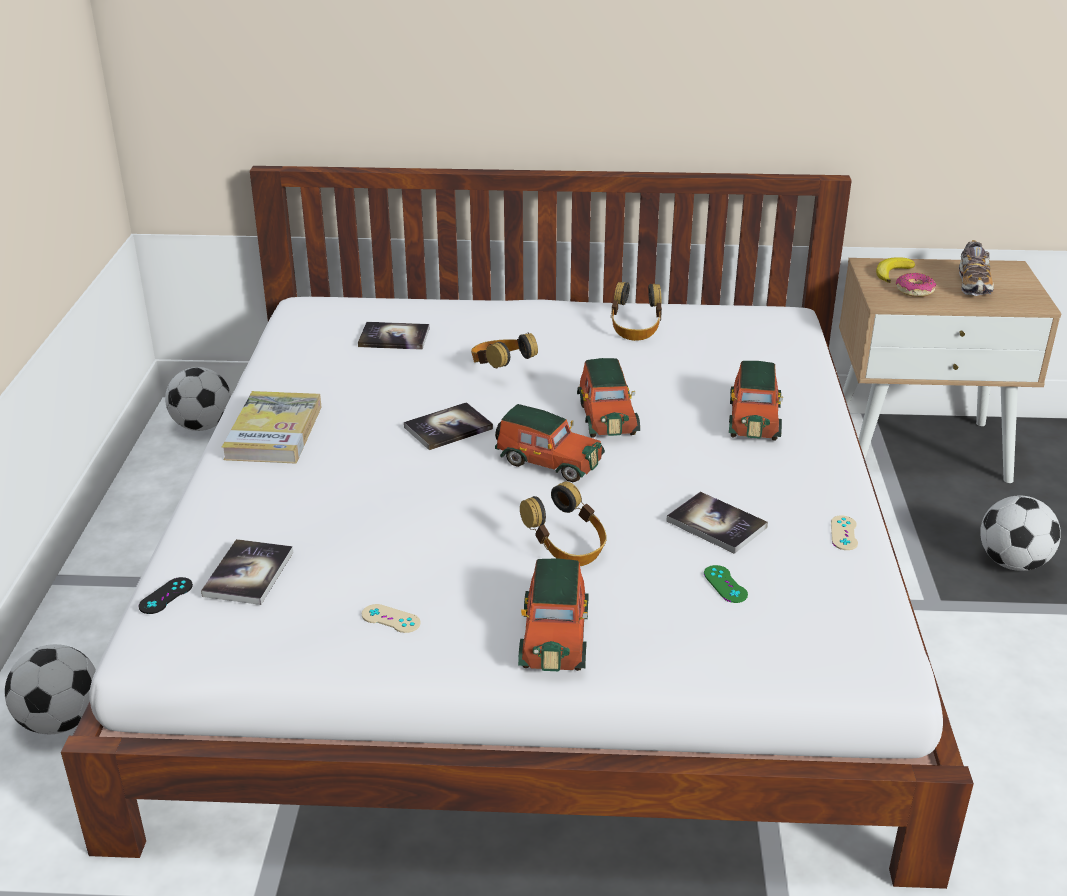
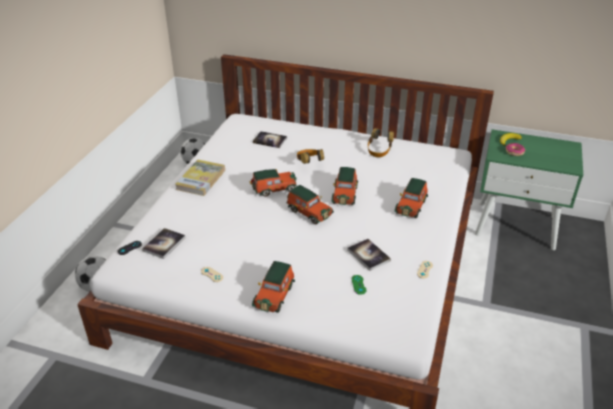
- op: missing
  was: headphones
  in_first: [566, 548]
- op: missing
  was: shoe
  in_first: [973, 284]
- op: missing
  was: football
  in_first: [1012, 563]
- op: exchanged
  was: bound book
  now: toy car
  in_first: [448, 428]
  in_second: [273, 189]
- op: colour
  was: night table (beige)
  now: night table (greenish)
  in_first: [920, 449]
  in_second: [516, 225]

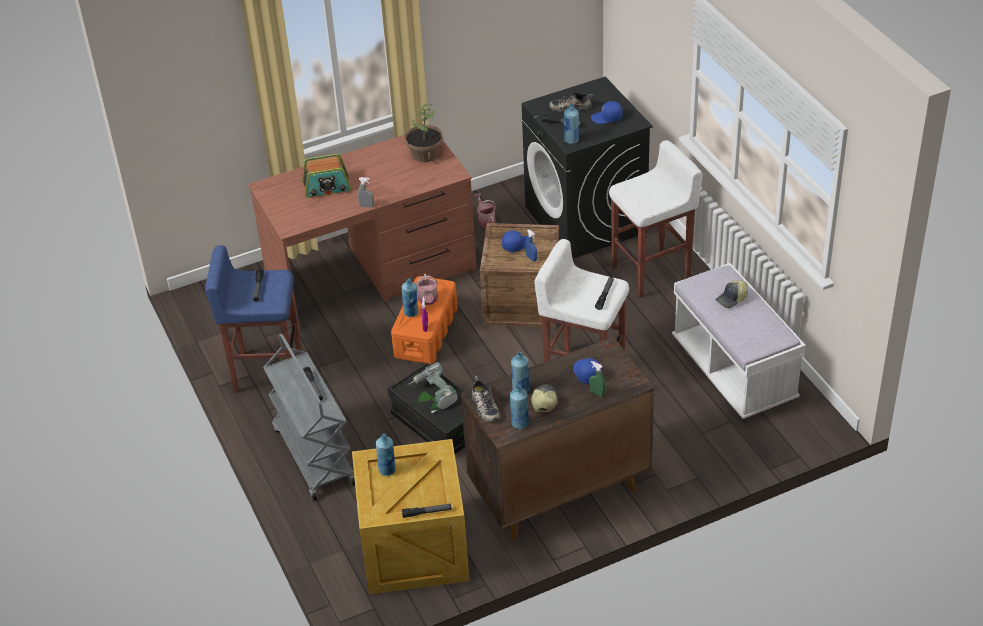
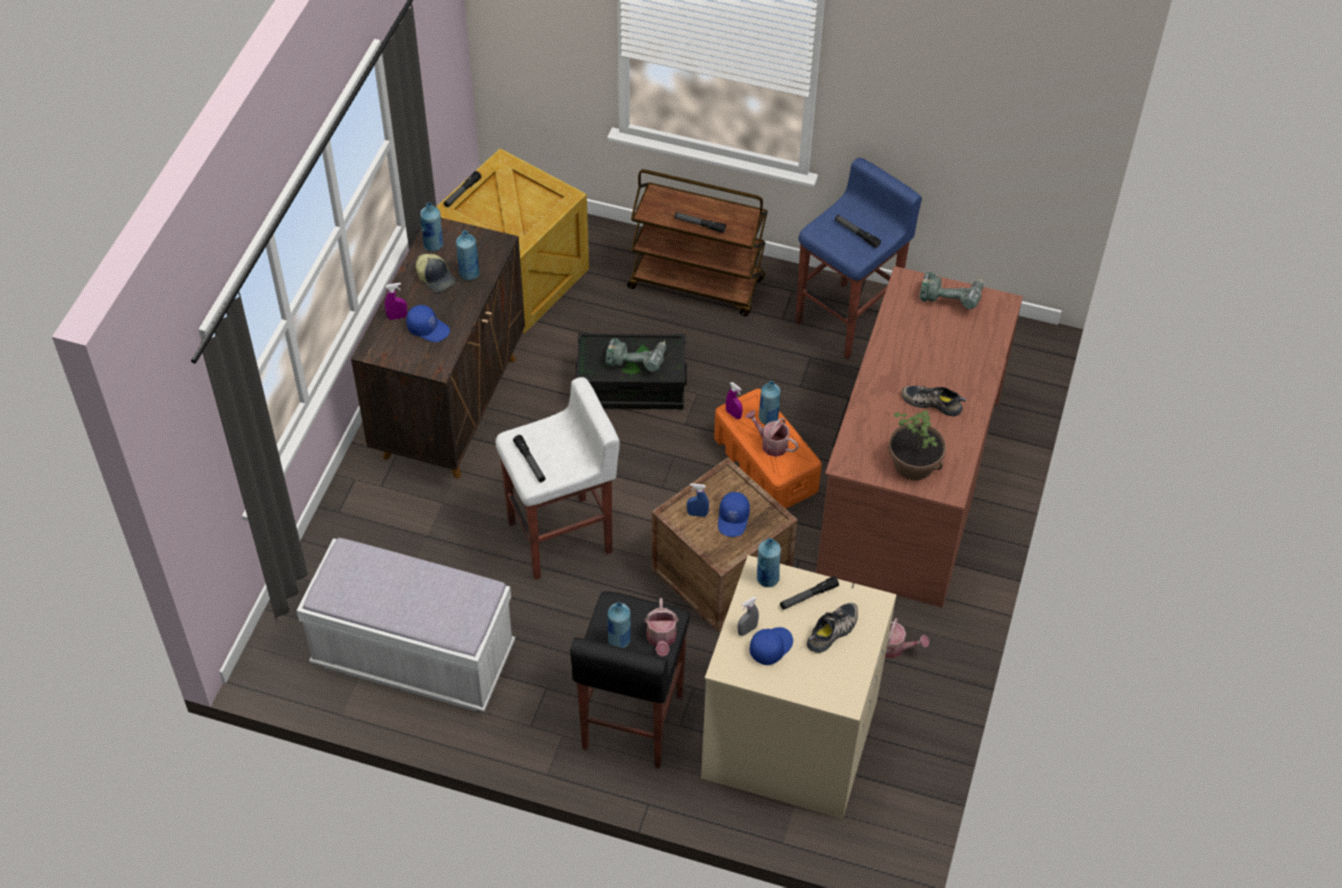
- op: missing
  was: radio set
  in_first: [327, 187]
- op: missing
  was: peaked cap
  in_first: [732, 299]
- op: appeared
  now: watering can
  in_second: [661, 639]
- op: appeared
  now: drill
  in_second: [950, 297]
- op: relocated
  was: sprayer (greyish)
  in_first: [367, 206]
  in_second: [747, 630]
- op: relocated
  was: drink bottle (blue-coloured)
  in_first: [387, 470]
  in_second: [619, 640]
- op: relocated
  was: shoe
  in_first: [484, 406]
  in_second: [932, 402]
- op: colour
  was: wheeled cart (greyish)
  now: wheeled cart (brown)
  in_first: [313, 455]
  in_second: [697, 284]
- op: colour
  was: laundry machine (blackish)
  now: laundry machine (beige)
  in_first: [586, 220]
  in_second: [788, 740]
- op: colour
  was: sprayer (greenish)
  now: sprayer (purple-coloured)
  in_first: [597, 393]
  in_second: [397, 317]
- op: colour
  was: stool (white-coloured)
  now: stool (blackish)
  in_first: [652, 272]
  in_second: [631, 722]

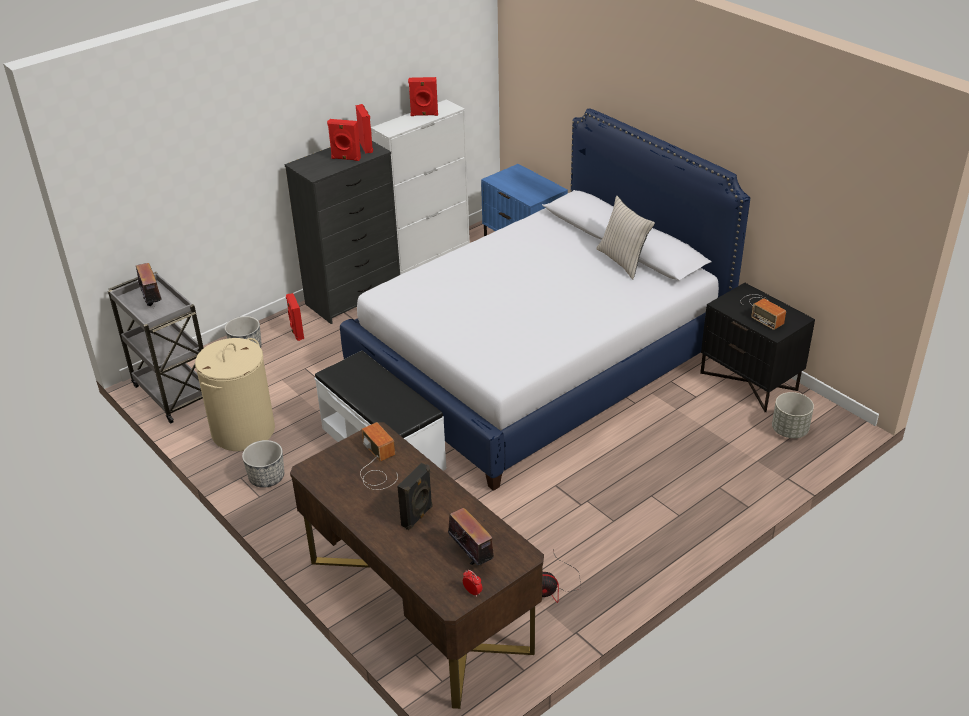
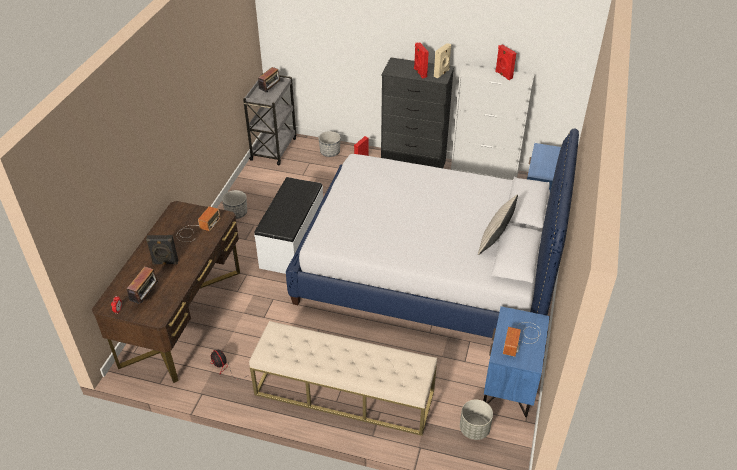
- op: missing
  was: laundry basket (beige)
  in_first: [243, 431]
- op: appeared
  now: long seat (beige)
  in_second: [344, 393]
- op: colour
  was: speaker (reddish)
  now: speaker (beige)
  in_first: [366, 146]
  in_second: [442, 73]
- op: colour
  was: night table (blackish)
  now: night table (blue-coloured)
  in_first: [749, 381]
  in_second: [510, 384]

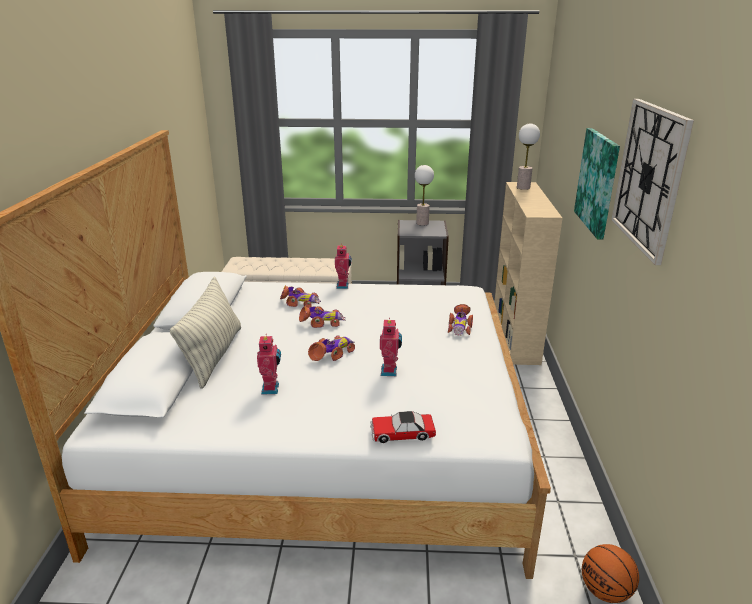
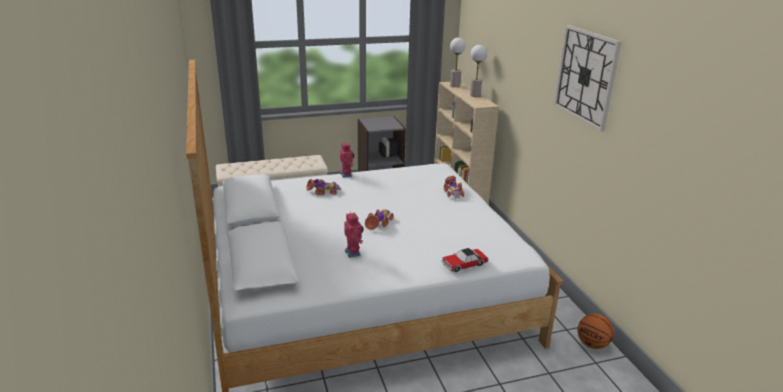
- op: missing
  was: pillow
  in_first: [214, 355]
- op: missing
  was: toy car
  in_first: [322, 322]
- op: missing
  was: model robot
  in_first: [390, 371]
- op: missing
  was: wall picture
  in_first: [598, 182]
- op: relocated
  was: tabletop lamp
  in_first: [422, 223]
  in_second: [475, 95]

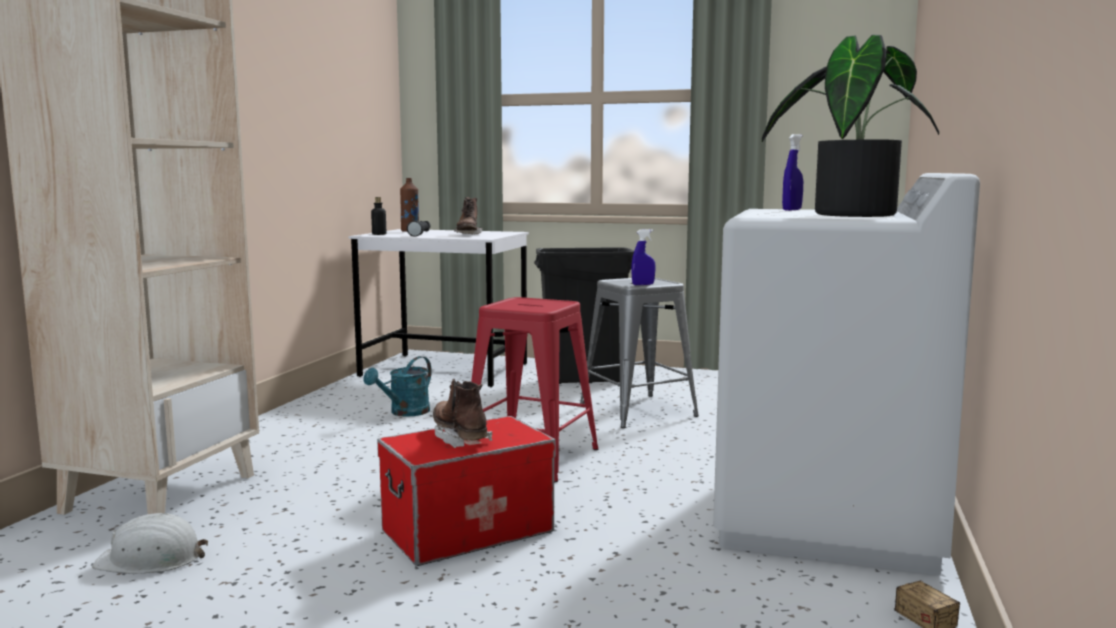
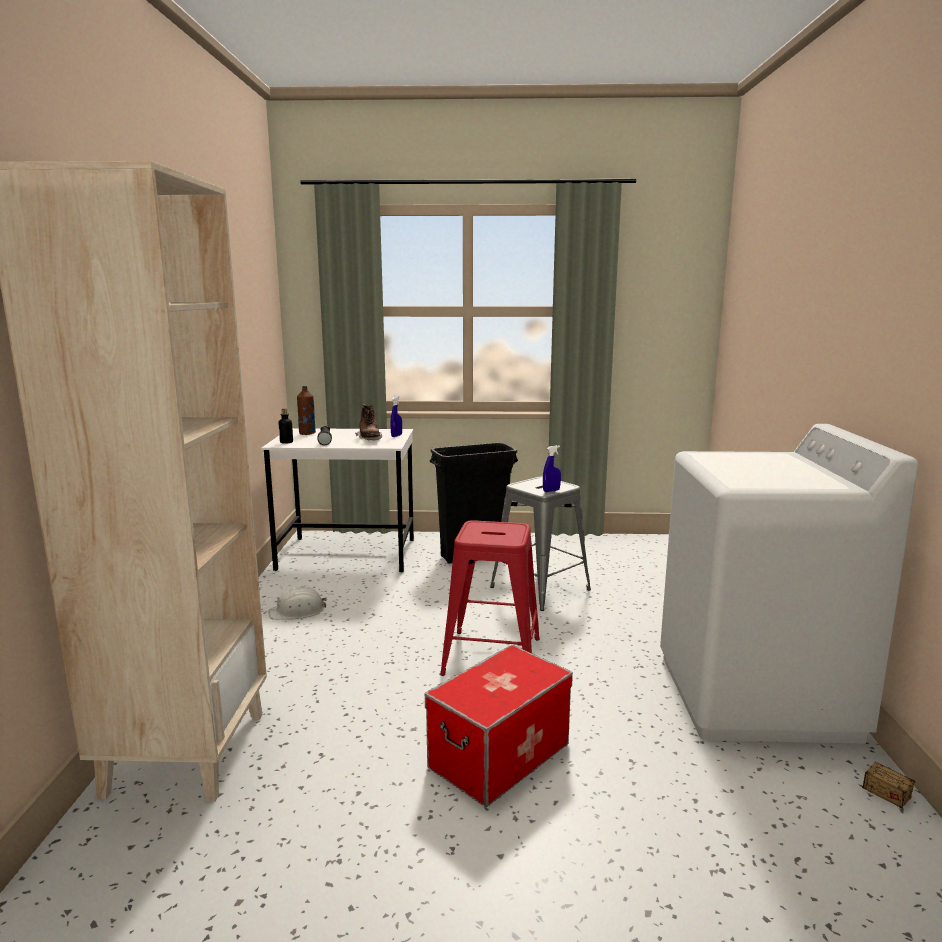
- op: missing
  was: watering can (turquoise-coloured)
  in_first: [404, 413]
- op: missing
  was: tall boot (brown)
  in_first: [460, 438]
- op: missing
  was: potted plant
  in_first: [848, 214]
- op: relocated
  was: hard hat (white-coloured)
  in_first: [151, 559]
  in_second: [297, 611]
- op: relocated
  was: sprayer (blue-coloured)
  in_first: [792, 210]
  in_second: [396, 436]

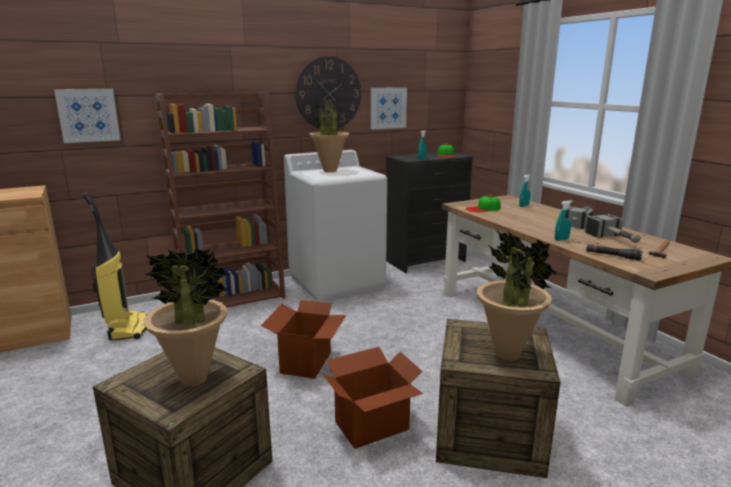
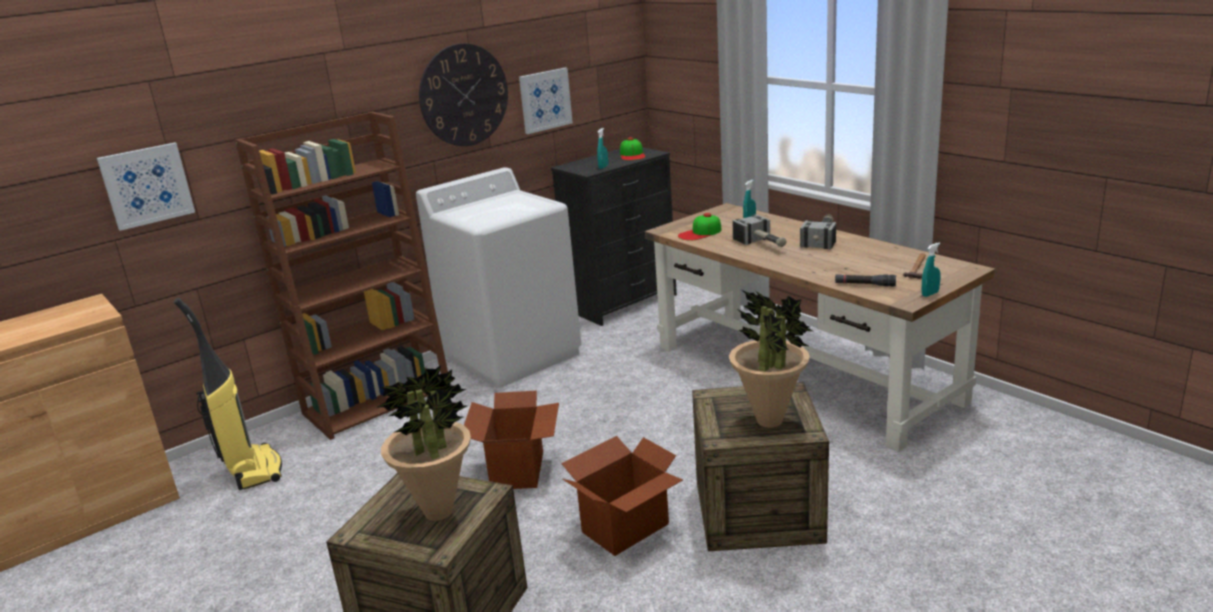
- op: missing
  was: potted plant
  in_first: [330, 171]
- op: relocated
  was: sprayer (turquoise-coloured)
  in_first: [561, 239]
  in_second: [930, 294]
- op: relocated
  was: hand hammer
  in_first: [614, 239]
  in_second: [762, 244]

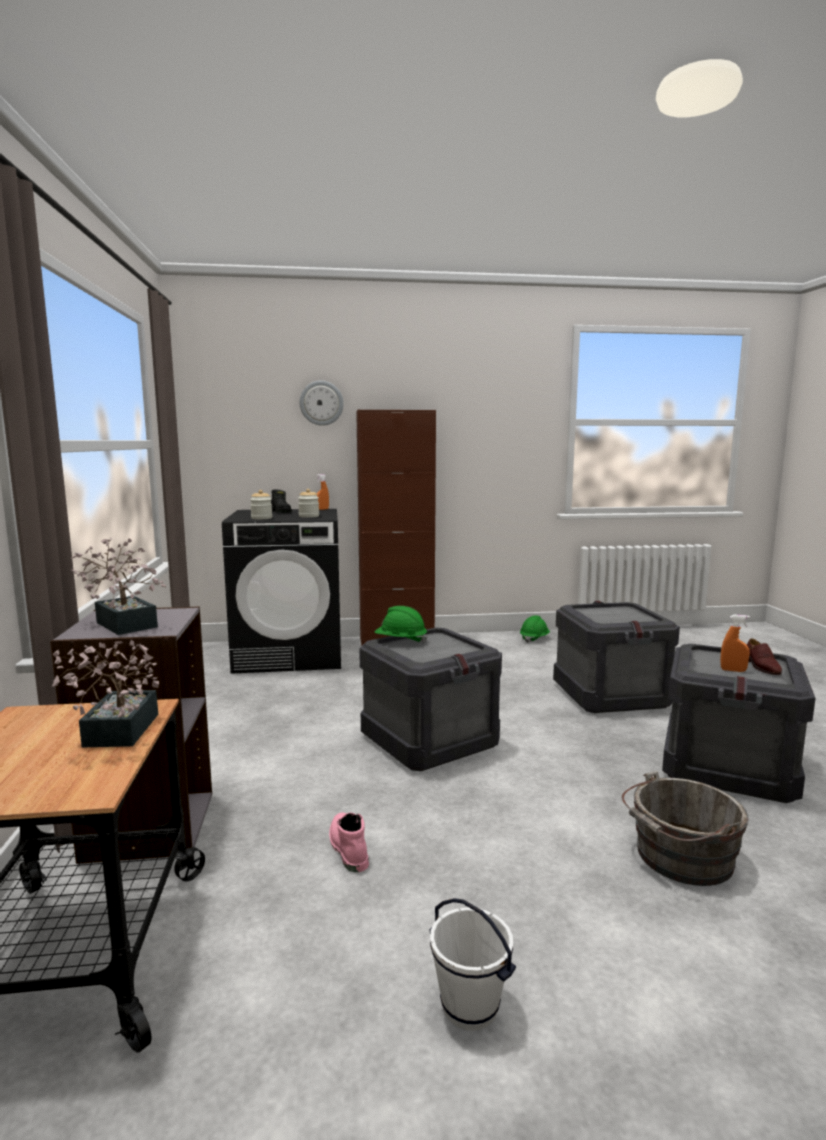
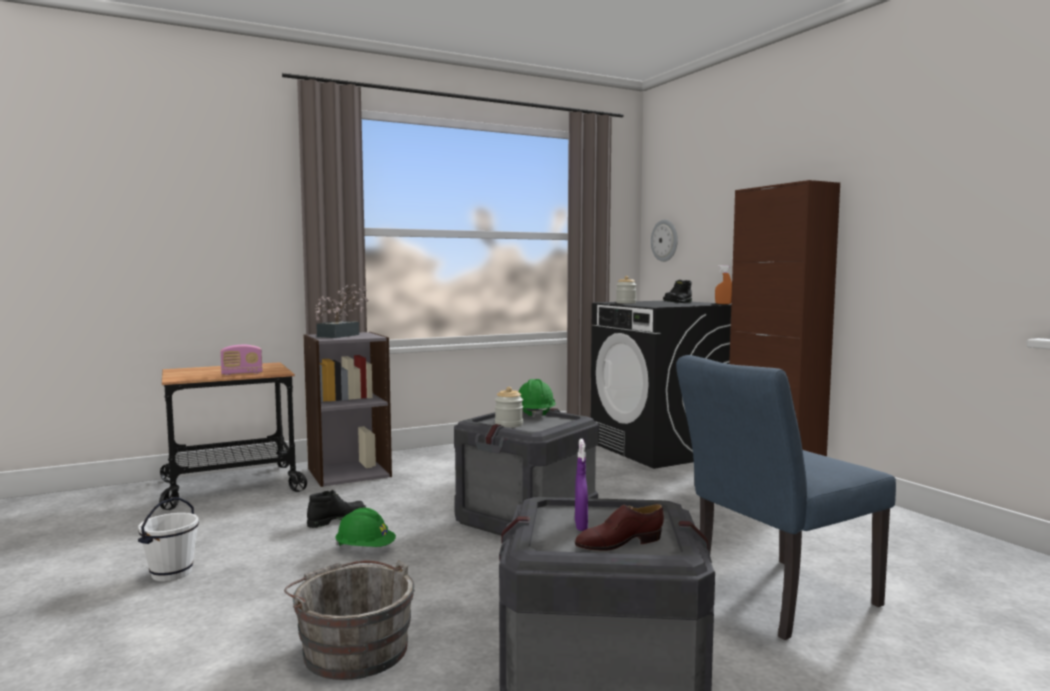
- op: relocated
  was: jar
  in_first: [309, 516]
  in_second: [509, 424]
- op: relocated
  was: clock on the wall
  in_first: [321, 403]
  in_second: [665, 240]
- op: relocated
  was: hard hat (greenish)
  in_first: [534, 639]
  in_second: [365, 549]
- op: exchanged
  was: potted plant
  now: radio set
  in_first: [116, 734]
  in_second: [242, 374]
- op: exchanged
  was: packing crate
  now: plain chair (blue-coloured)
  in_first: [609, 695]
  in_second: [774, 599]
- op: colour
  was: tall boot (pink)
  now: tall boot (blackish)
  in_first: [347, 848]
  in_second: [336, 519]
- op: colour
  was: sprayer (orange-coloured)
  now: sprayer (purple-coloured)
  in_first: [733, 670]
  in_second: [581, 526]

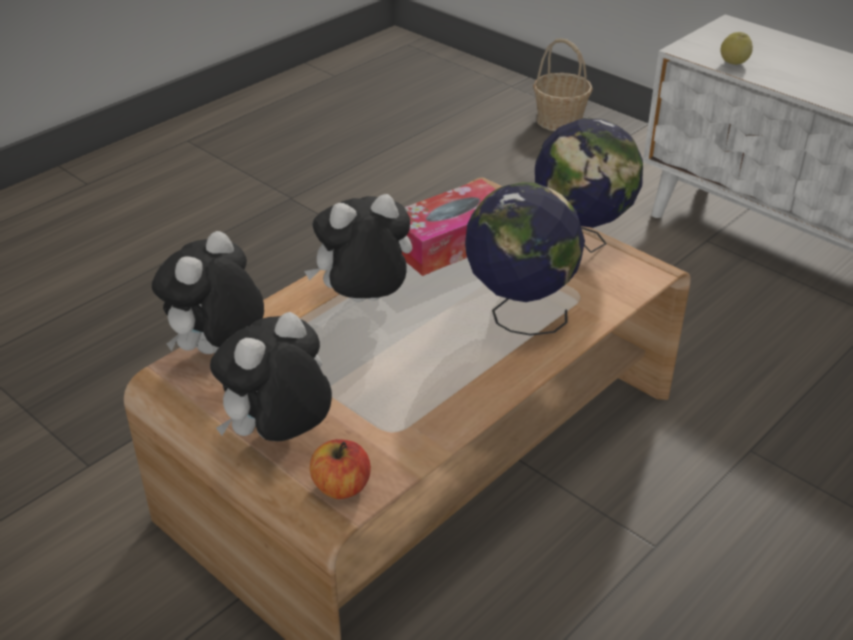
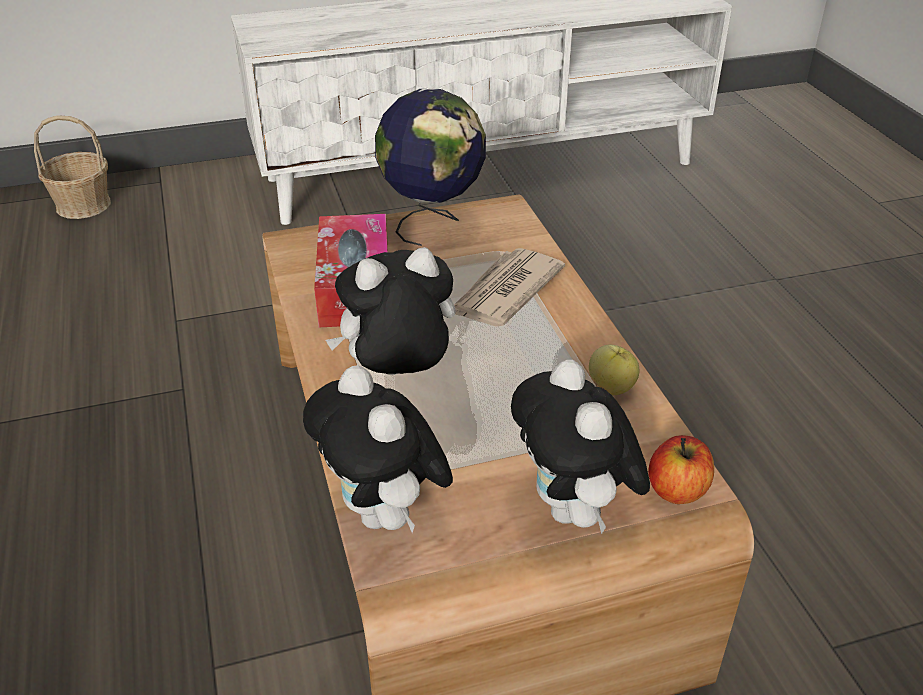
- op: relocated
  was: apple
  in_first: [734, 62]
  in_second: [612, 387]
- op: exchanged
  was: globe
  now: printed paper
  in_first: [519, 314]
  in_second: [504, 292]
- op: spun
  was: soft toy
  in_first: [364, 302]
  in_second: [398, 375]
  clockwise: 60

